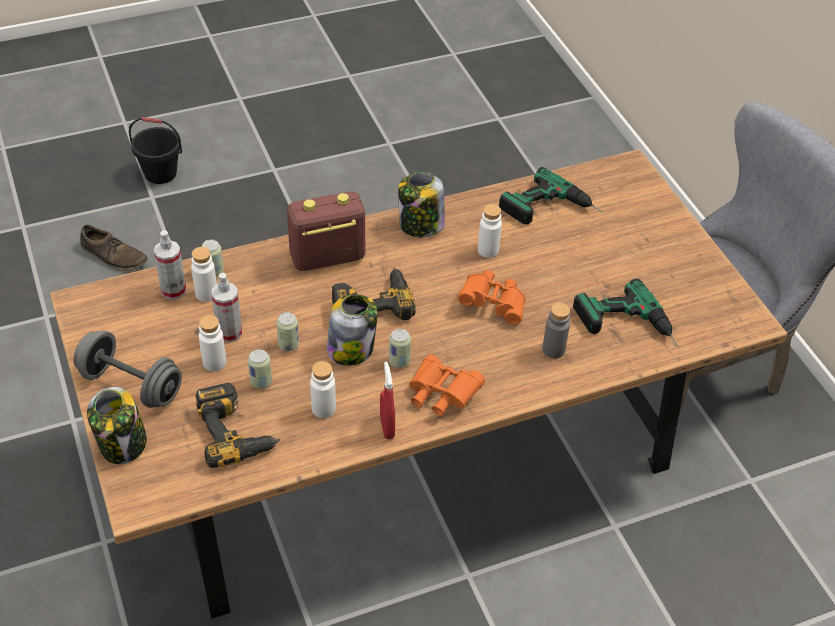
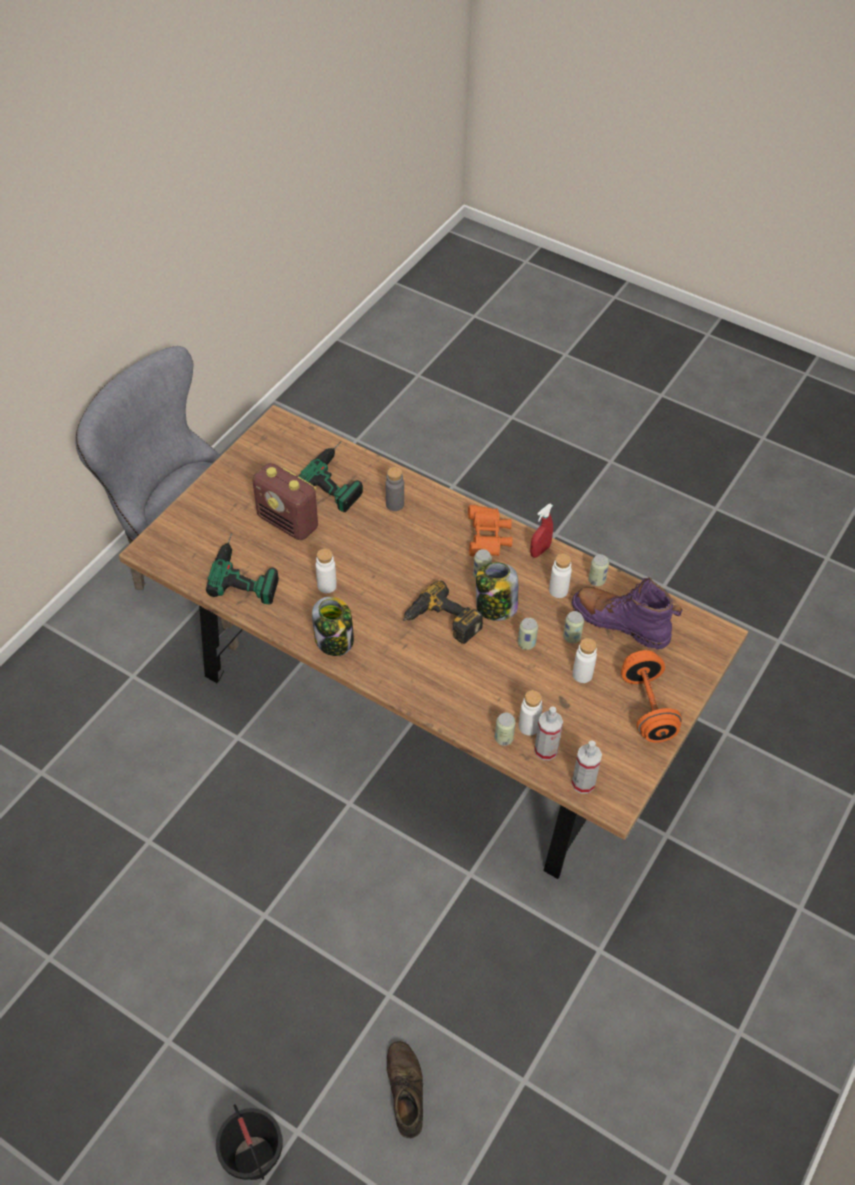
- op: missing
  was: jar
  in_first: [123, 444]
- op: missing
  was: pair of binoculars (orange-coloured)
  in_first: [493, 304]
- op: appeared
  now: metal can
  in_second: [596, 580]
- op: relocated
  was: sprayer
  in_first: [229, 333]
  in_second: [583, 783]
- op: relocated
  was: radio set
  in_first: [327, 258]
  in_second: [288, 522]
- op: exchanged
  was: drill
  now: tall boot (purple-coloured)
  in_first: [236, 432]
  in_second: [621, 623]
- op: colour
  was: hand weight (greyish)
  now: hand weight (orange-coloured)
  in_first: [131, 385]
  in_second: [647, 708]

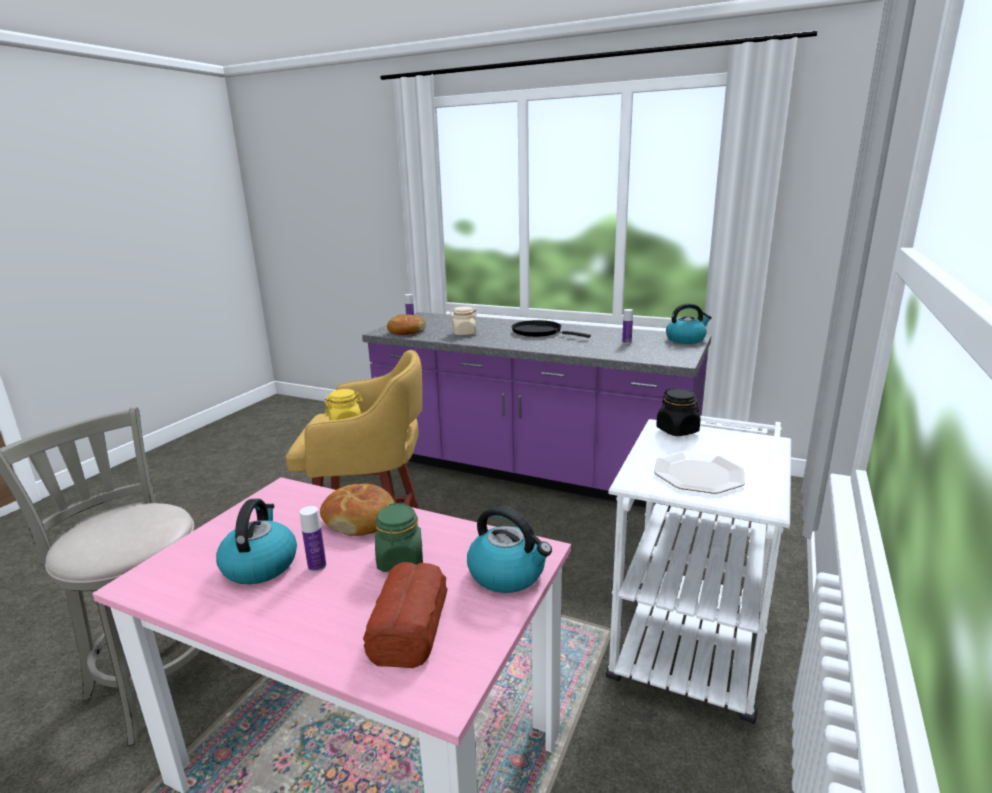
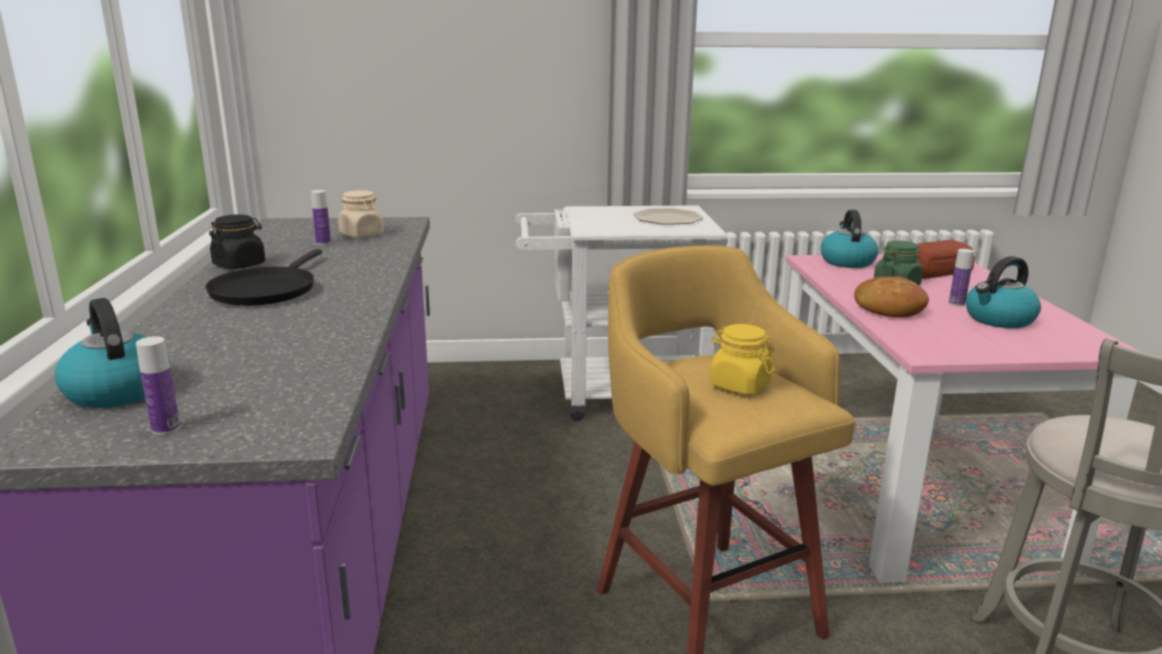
- op: missing
  was: baked bread
  in_first: [406, 331]
- op: relocated
  was: jar (beige)
  in_first: [464, 333]
  in_second: [362, 234]
- op: relocated
  was: jar (blackish)
  in_first: [677, 430]
  in_second: [239, 265]
- op: relocated
  was: water kettle
  in_first: [686, 339]
  in_second: [117, 390]

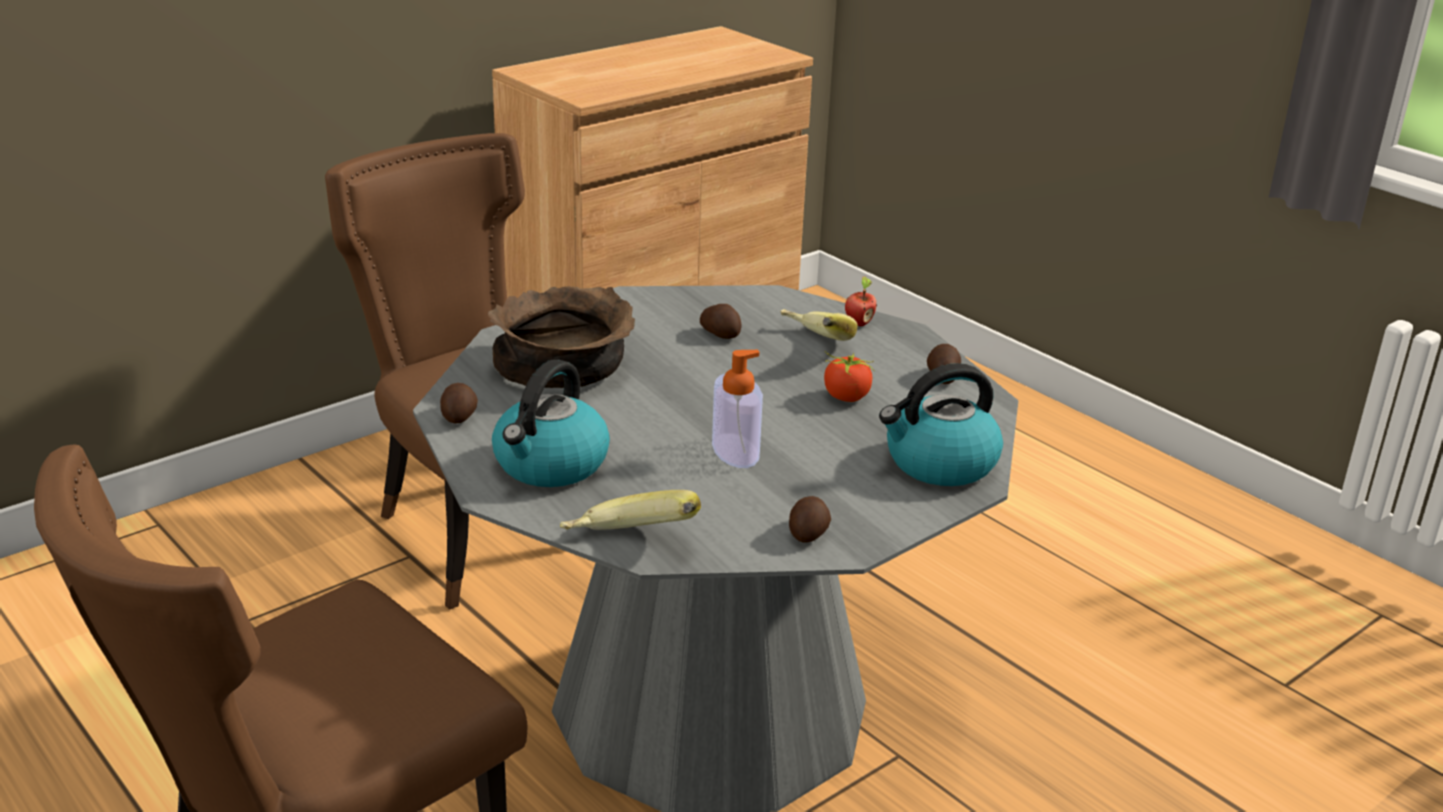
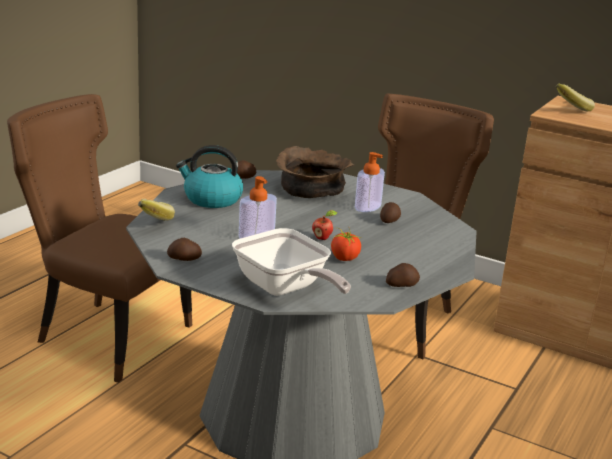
- op: appeared
  now: soap dispenser
  in_second: [367, 206]
- op: relocated
  was: banana
  in_first: [812, 346]
  in_second: [571, 109]
- op: relocated
  was: apple
  in_first: [858, 323]
  in_second: [323, 238]
- op: exchanged
  was: water kettle
  now: frying pan
  in_first: [939, 464]
  in_second: [285, 289]

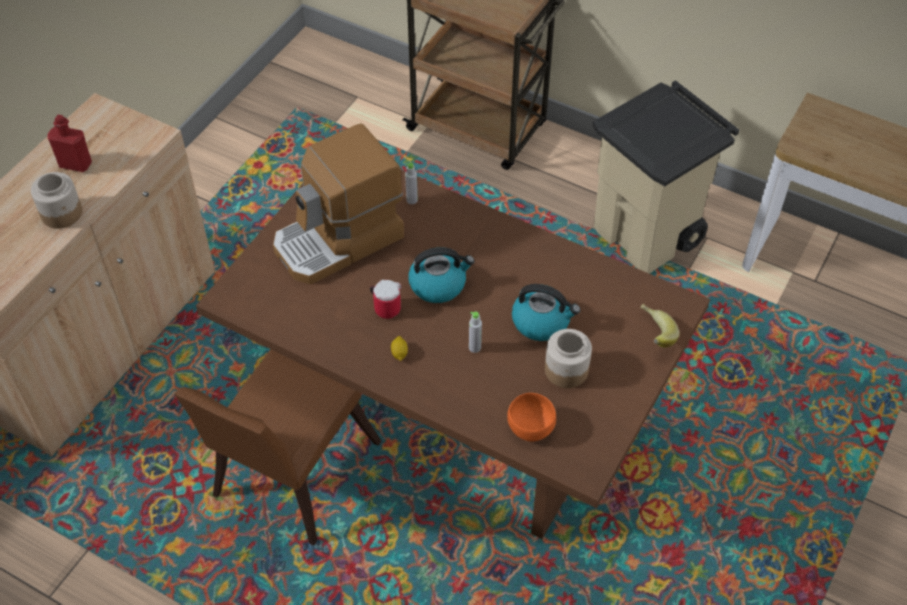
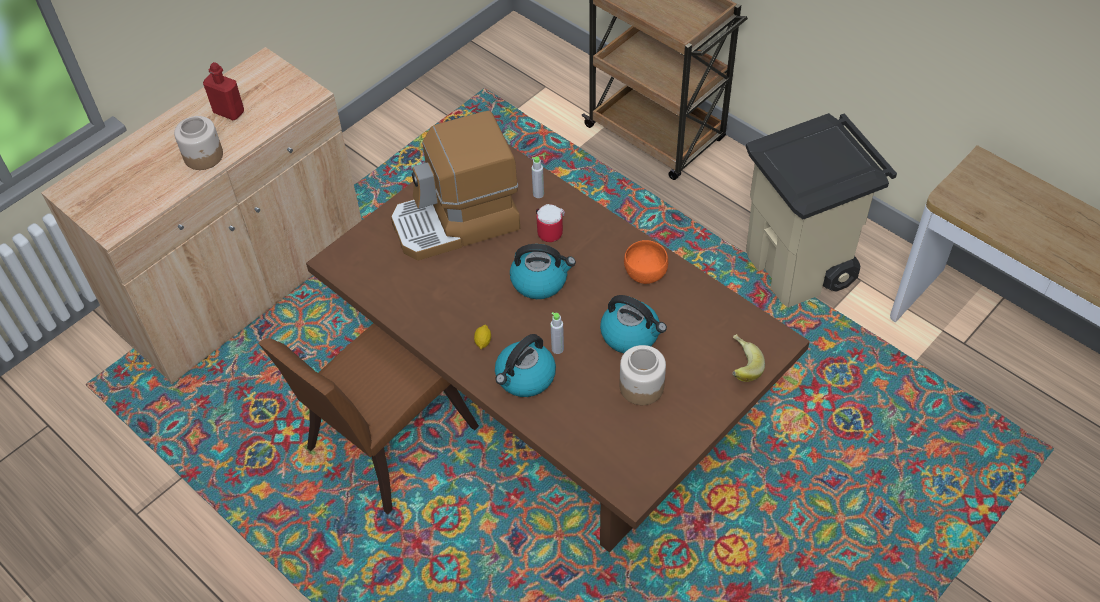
- op: appeared
  now: water kettle
  in_second: [525, 377]
- op: relocated
  was: tea mug
  in_first: [385, 306]
  in_second: [548, 230]
- op: relocated
  was: deep dish (orange-coloured)
  in_first: [531, 427]
  in_second: [646, 273]

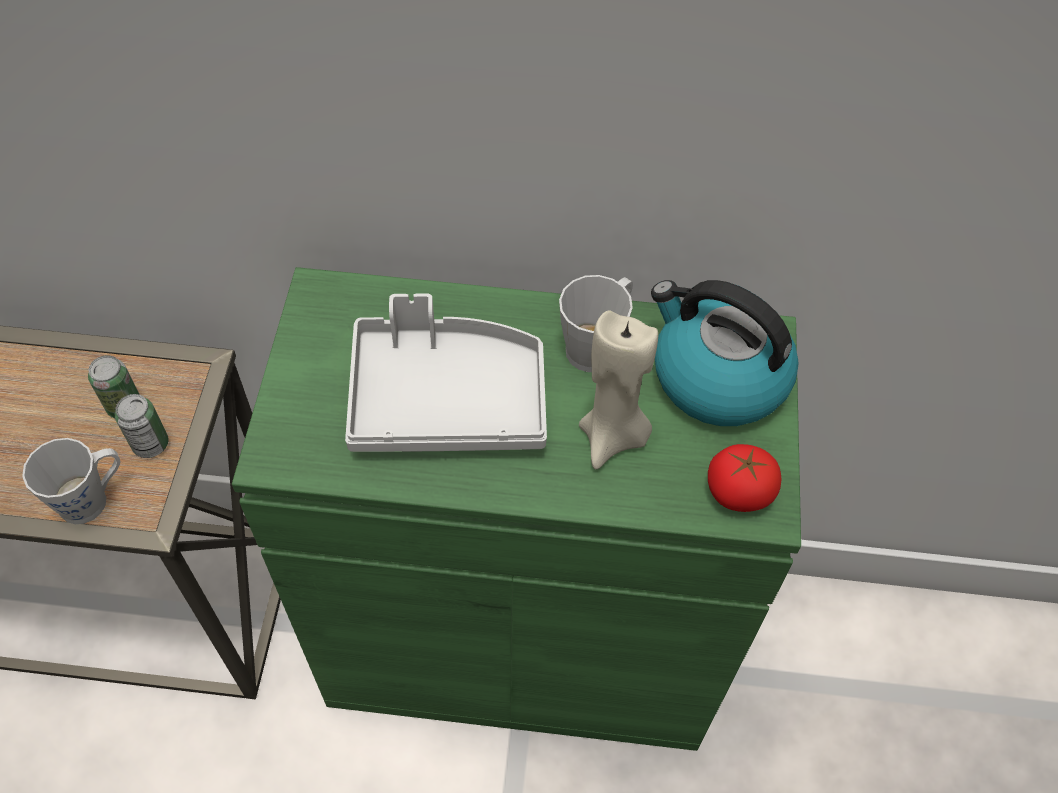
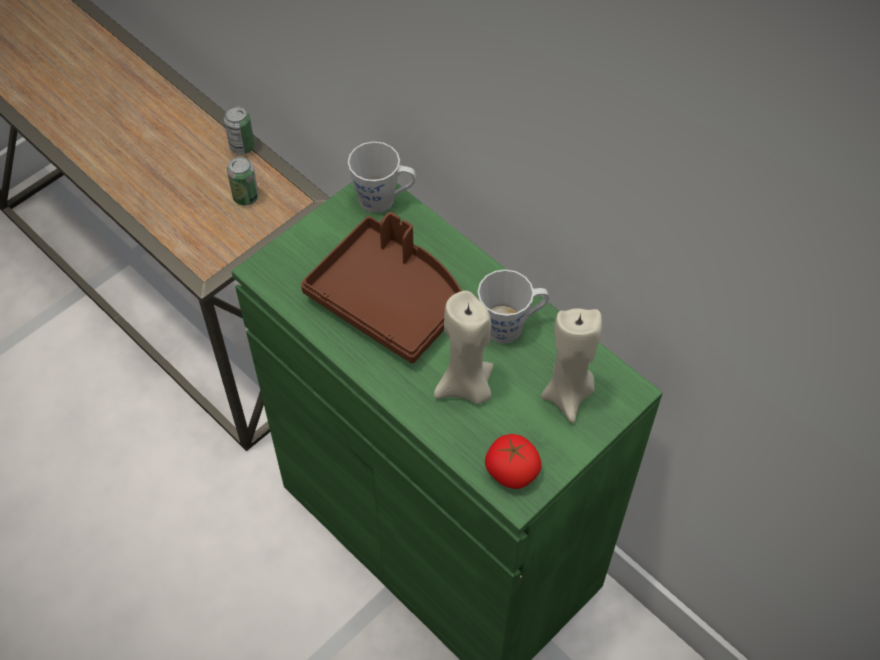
- op: relocated
  was: tea mug (greyish)
  in_first: [92, 498]
  in_second: [384, 199]
- op: relocated
  was: metal can
  in_first: [151, 444]
  in_second: [242, 147]
- op: exchanged
  was: water kettle
  now: candle (beige)
  in_first: [716, 377]
  in_second: [568, 395]
- op: colour
  was: tray (greyish)
  now: tray (brown)
  in_first: [446, 399]
  in_second: [389, 299]

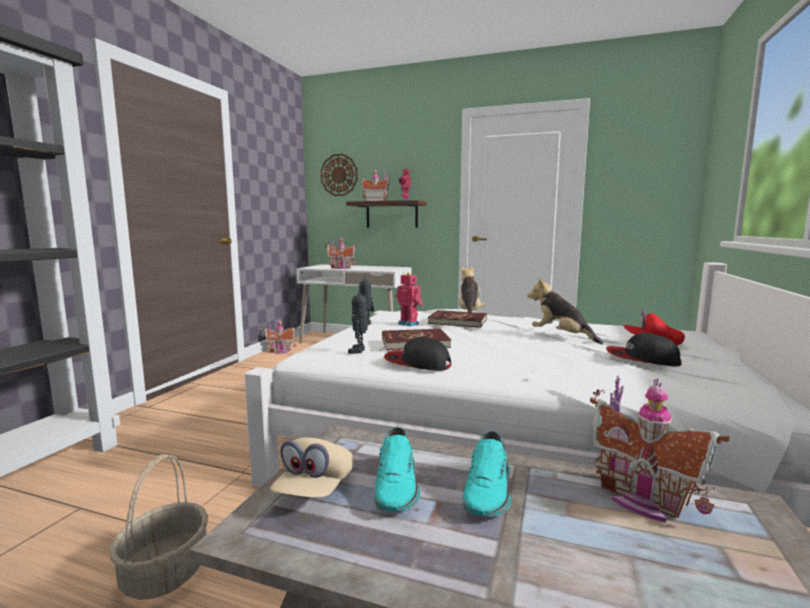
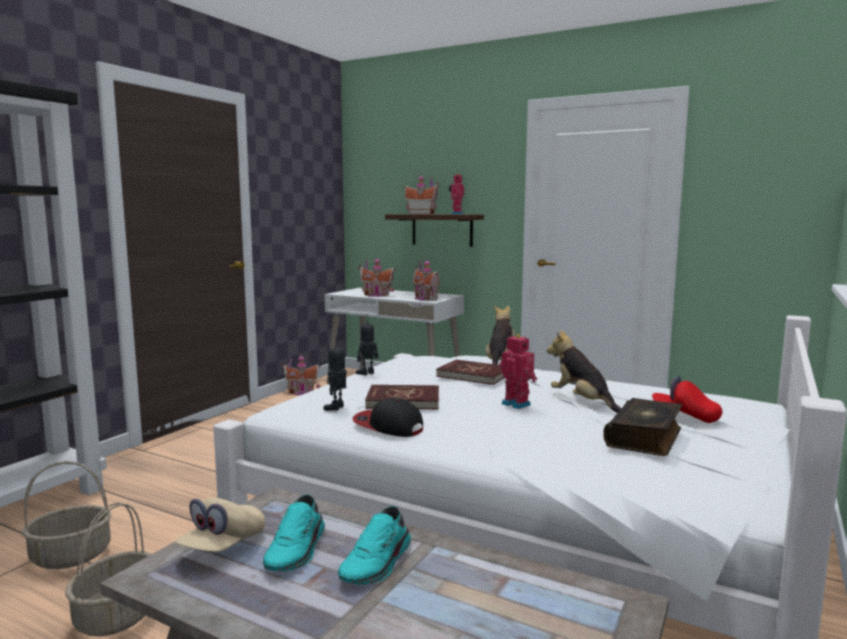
- op: missing
  was: clock on the wall
  in_first: [339, 175]
- op: appeared
  now: storage basket
  in_second: [70, 556]
- op: relocated
  was: model robot
  in_first: [409, 323]
  in_second: [517, 404]
- op: relocated
  was: miniature house
  in_first: [642, 500]
  in_second: [424, 299]
- op: exchanged
  was: peaked cap
  now: bound book
  in_first: [641, 359]
  in_second: [645, 437]

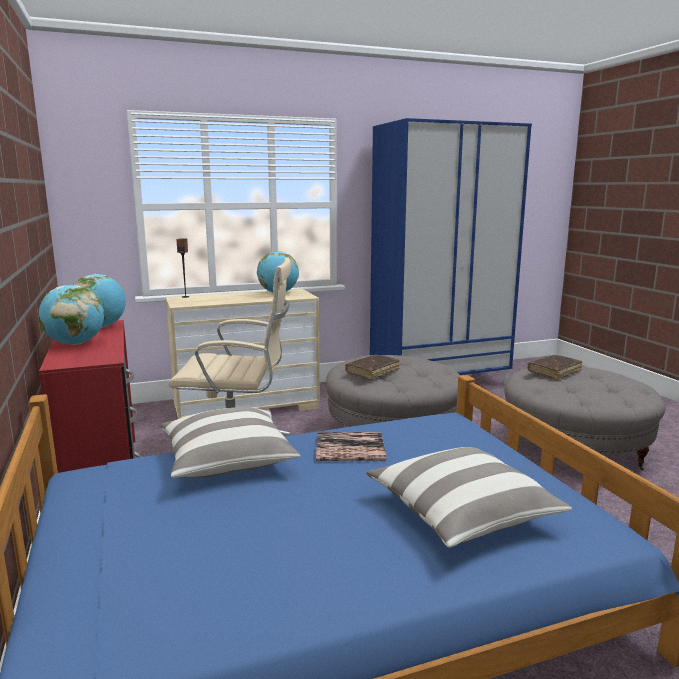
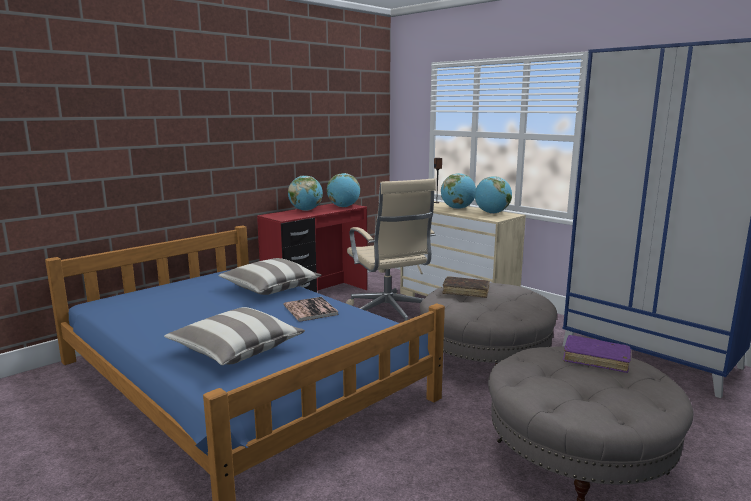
- op: appeared
  now: globe
  in_second: [457, 208]
- op: colour
  was: bound book (brown)
  now: bound book (purple-coloured)
  in_first: [554, 372]
  in_second: [596, 359]

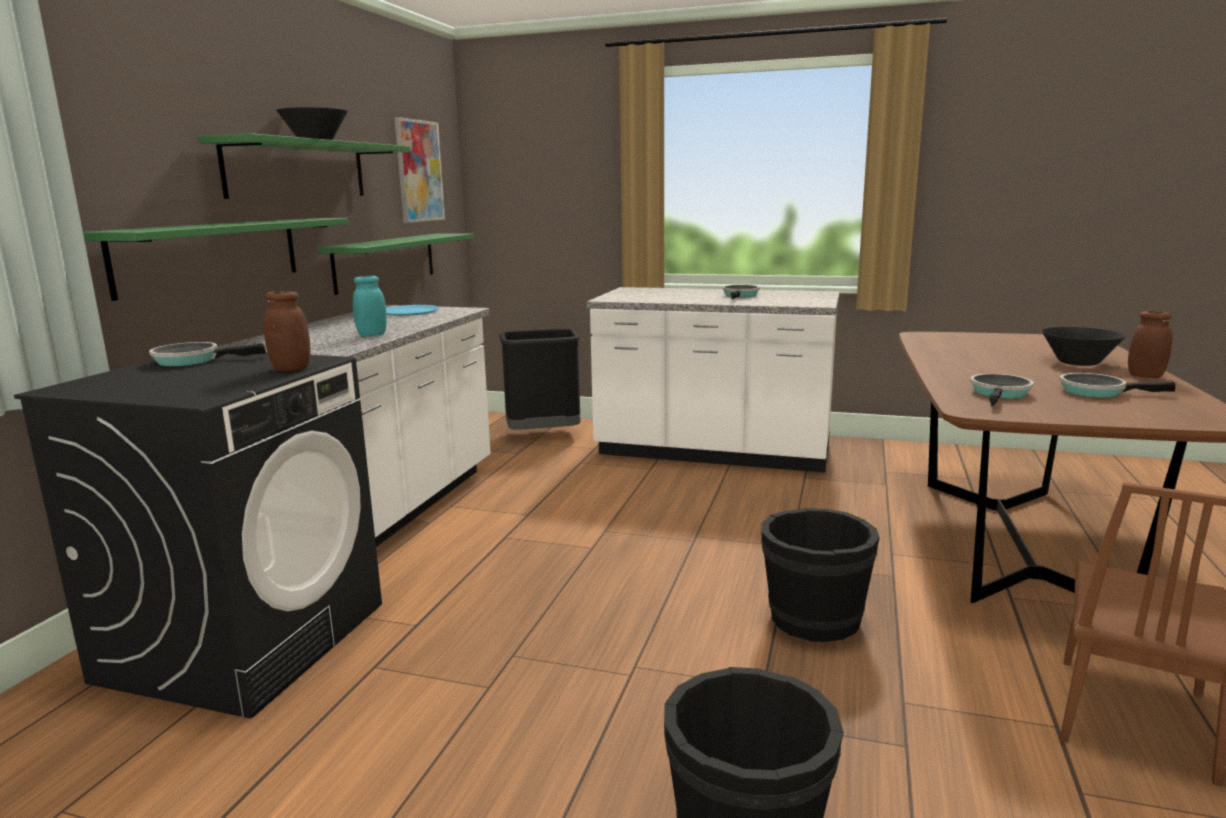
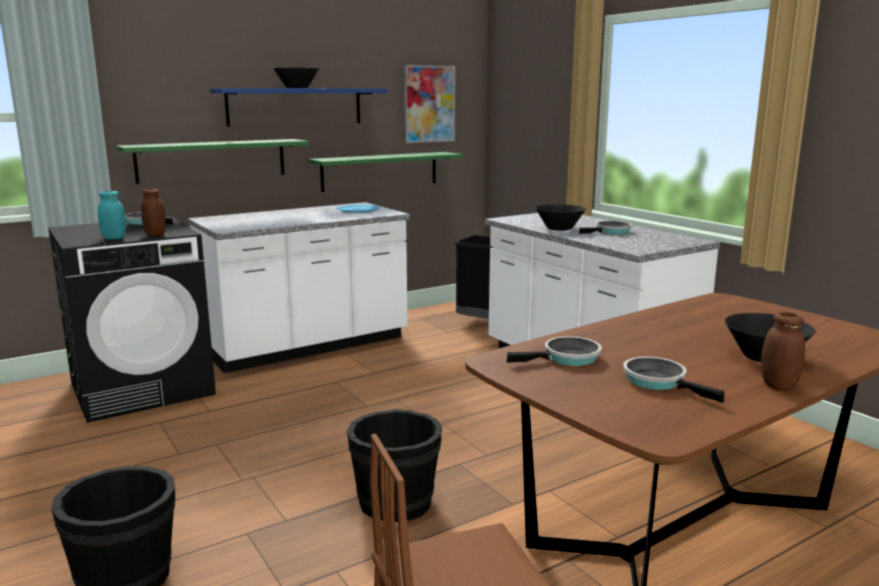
- op: appeared
  now: deep dish (blackish)
  in_second: [559, 229]
- op: relocated
  was: jar (turquoise-coloured)
  in_first: [372, 335]
  in_second: [114, 238]
- op: colour
  was: wall shelf (greenish)
  now: wall shelf (blue-coloured)
  in_first: [298, 169]
  in_second: [295, 106]

